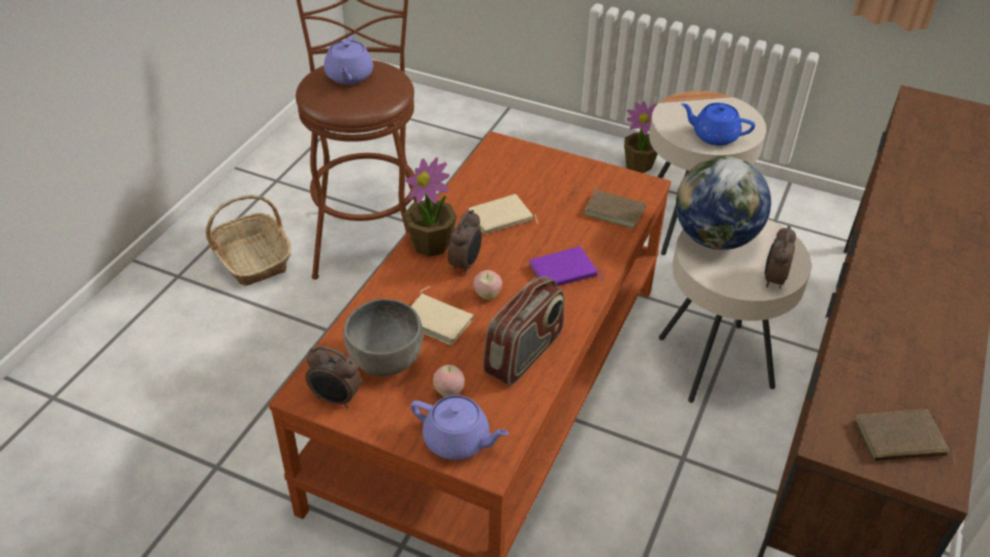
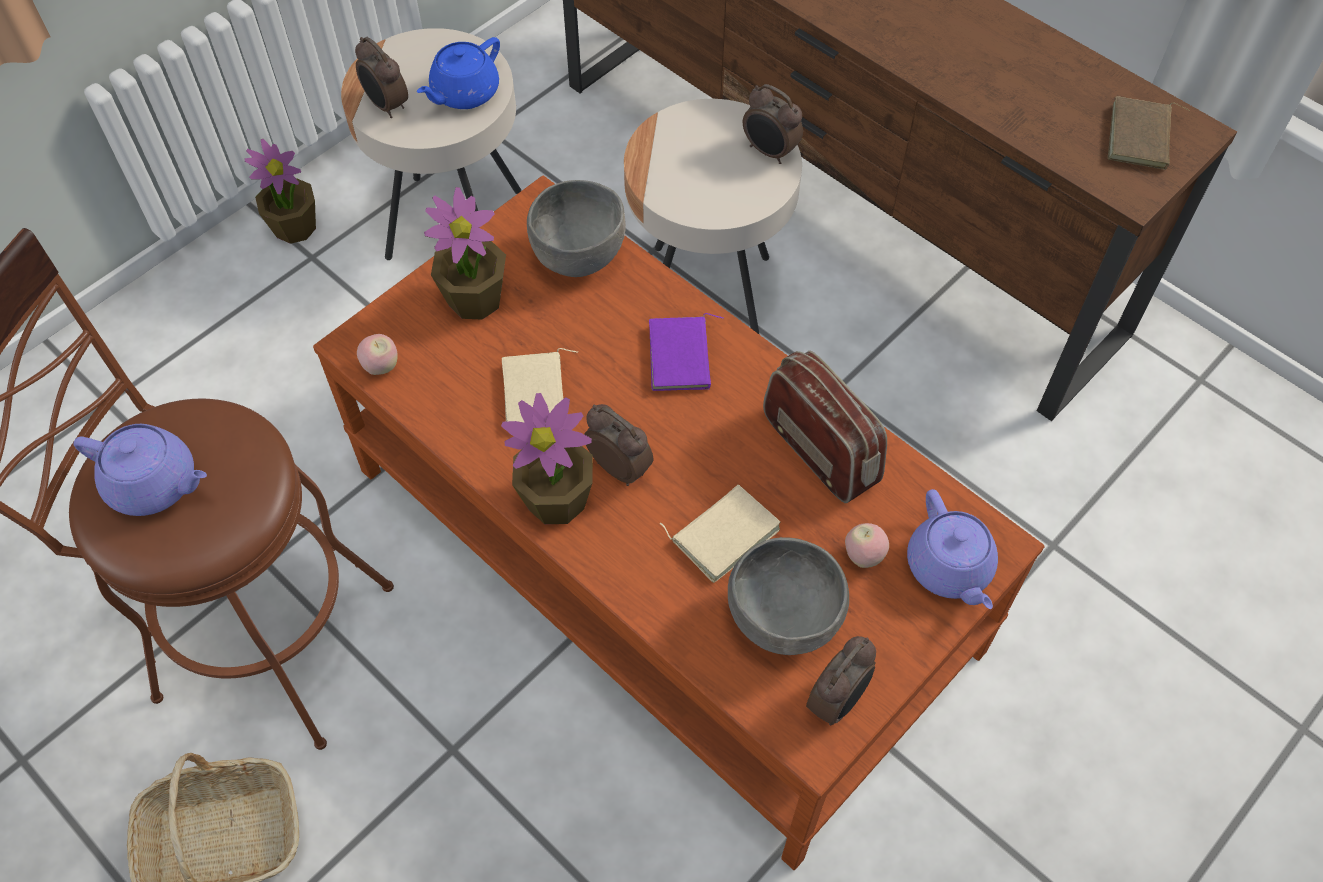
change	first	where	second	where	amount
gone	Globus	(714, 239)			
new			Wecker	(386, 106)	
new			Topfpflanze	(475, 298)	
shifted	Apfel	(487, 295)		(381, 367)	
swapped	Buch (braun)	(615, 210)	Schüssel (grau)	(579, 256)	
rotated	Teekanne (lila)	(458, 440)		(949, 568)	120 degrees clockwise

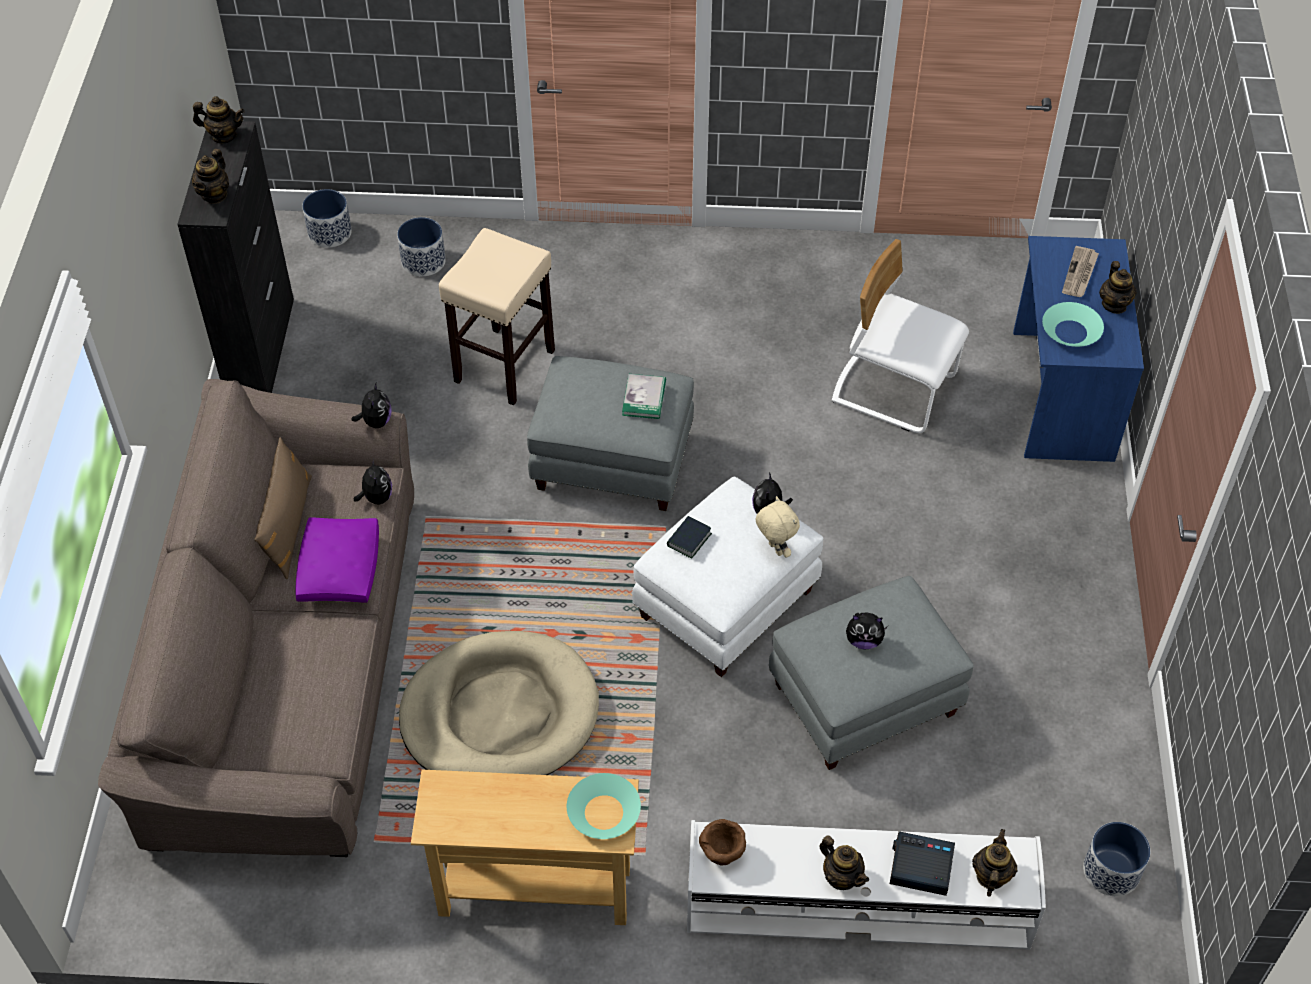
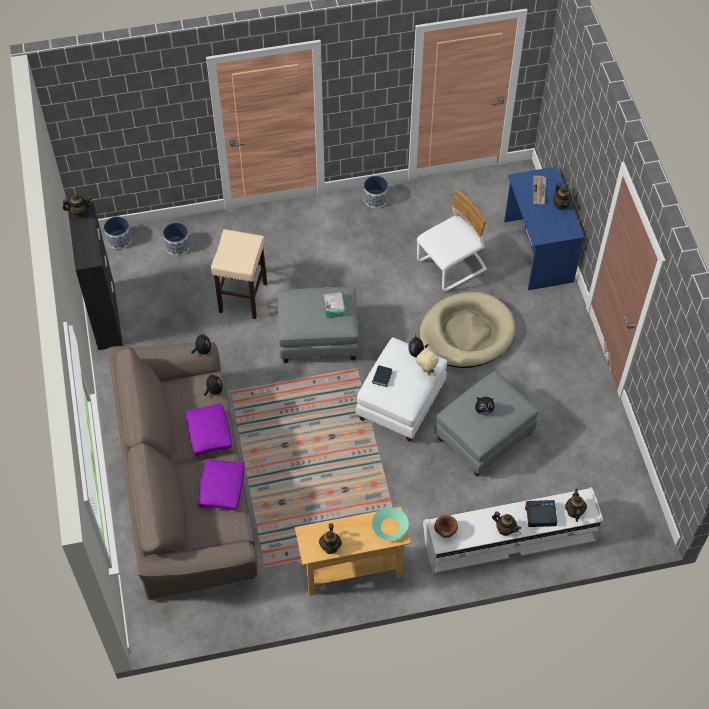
change	first	where	second	where	amount
gone	Kissen (braun)	(288, 526)			
gone	Schüssel (türkis)	(1071, 332)			
new			Kissen (lila)	(222, 487)	
shifted	Teekanne	(214, 195)		(330, 546)	
shifted	Hundebett (beige)	(500, 714)		(466, 333)	
shifted	Pflanzkübel	(1111, 871)		(375, 199)	
rotated	Stuhl (weiß)	(894, 389)		(452, 266)	135 degrees clockwise

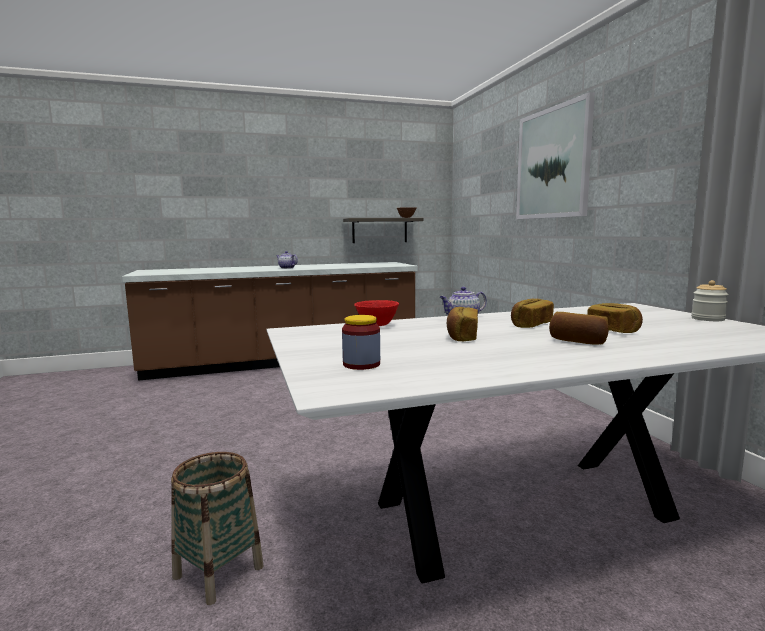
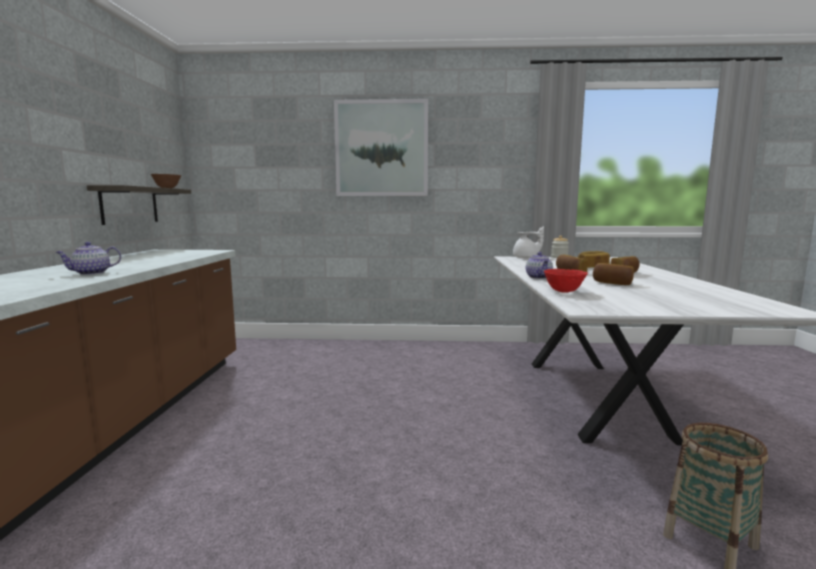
change	first	where	second	where	amount
gone	Vorratsglas	(361, 364)			
new			Teekanne (weiß)	(526, 257)	

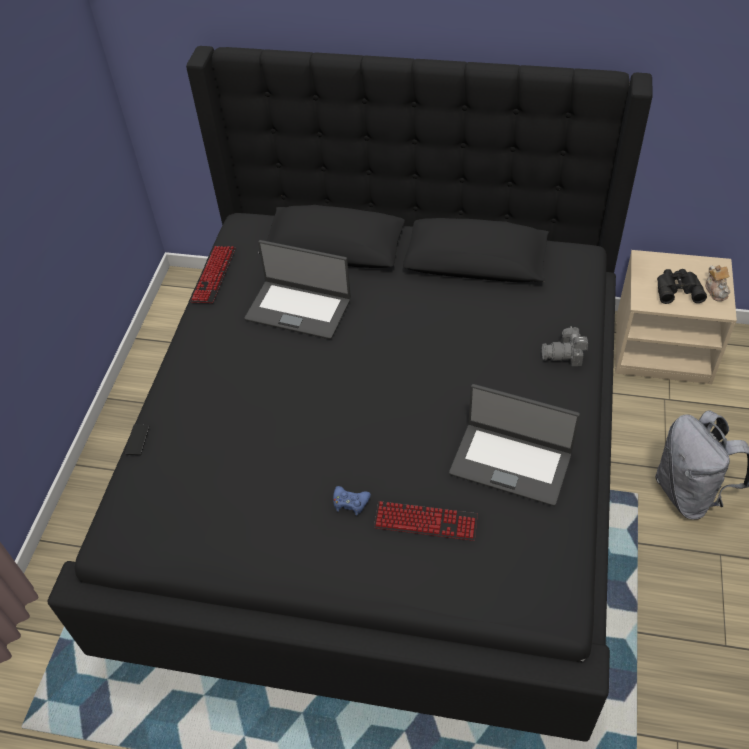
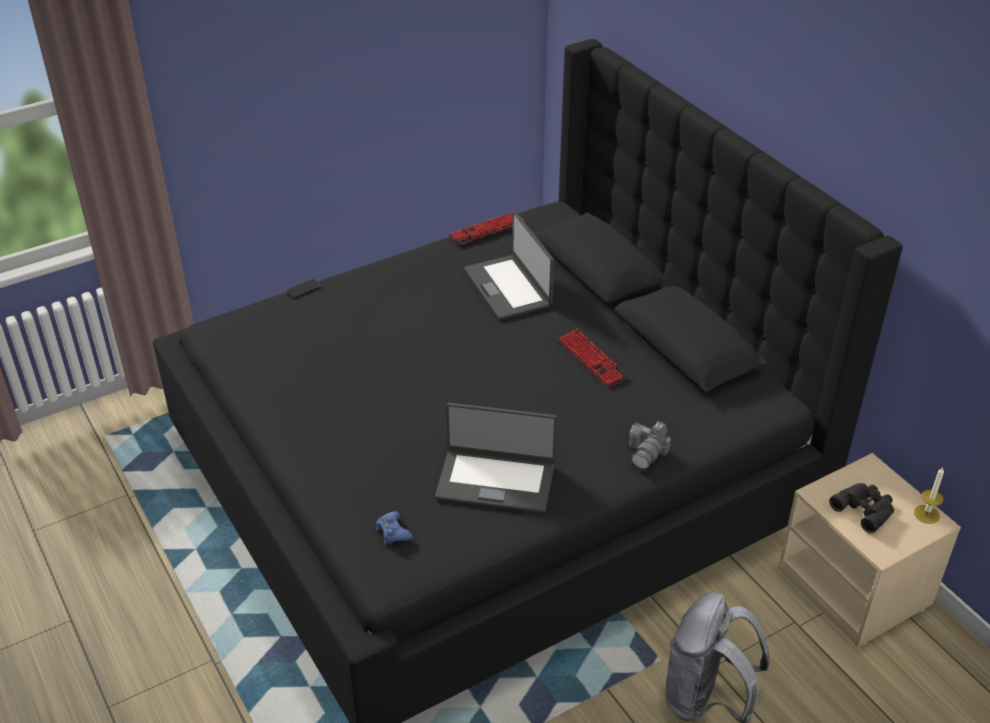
change	first	where	second	where	amount
gone	Teekanne	(716, 290)			
new			Kerze	(926, 514)	
shifted	Gamepad (blau)	(350, 502)		(393, 532)	
shifted	Tastatur	(425, 522)		(591, 359)	
rotated	Laptop	(511, 462)		(496, 480)	60 degrees counterclockwise
rotated	Kamera	(565, 355)		(647, 452)	105 degrees counterclockwise

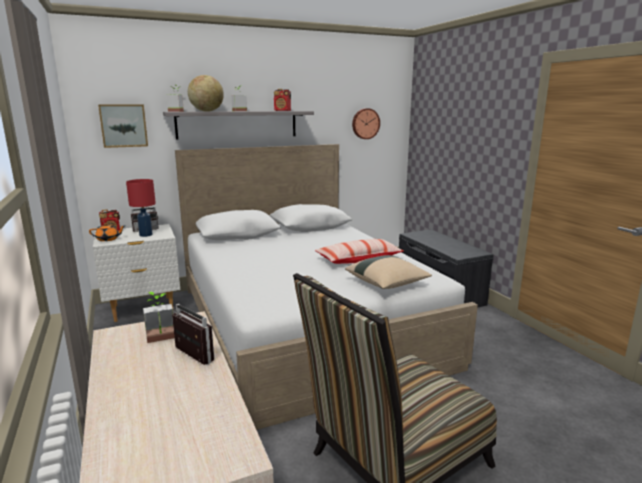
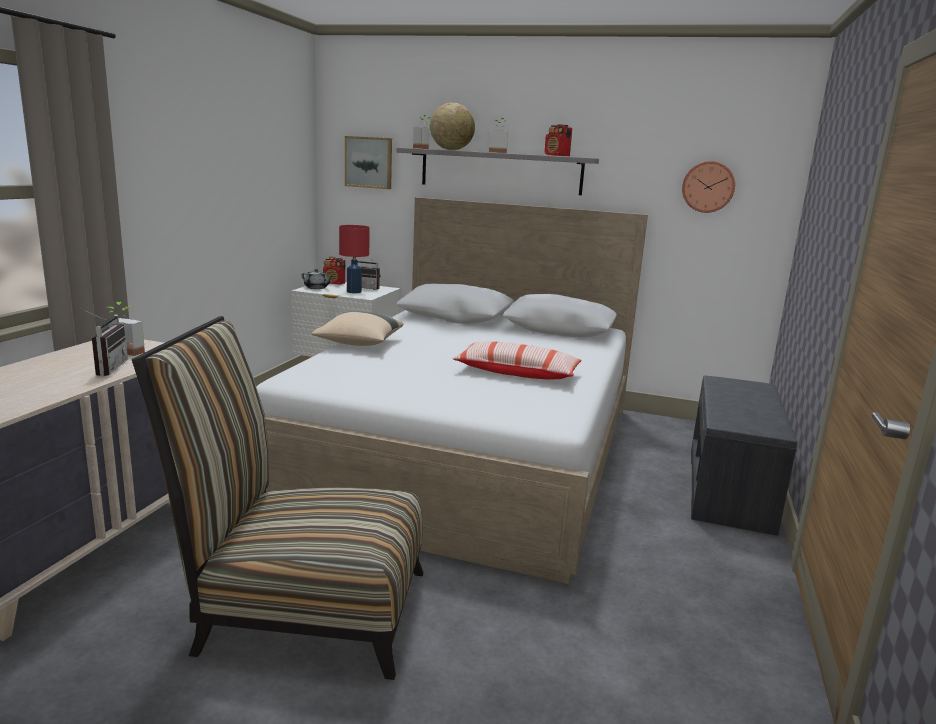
change	first	where	second	where	amount
shifted	Kissen (beige)	(387, 284)		(358, 343)	
repainted	Teekanne (orange)	(108, 239)	Teekanne (grau)	(316, 288)	

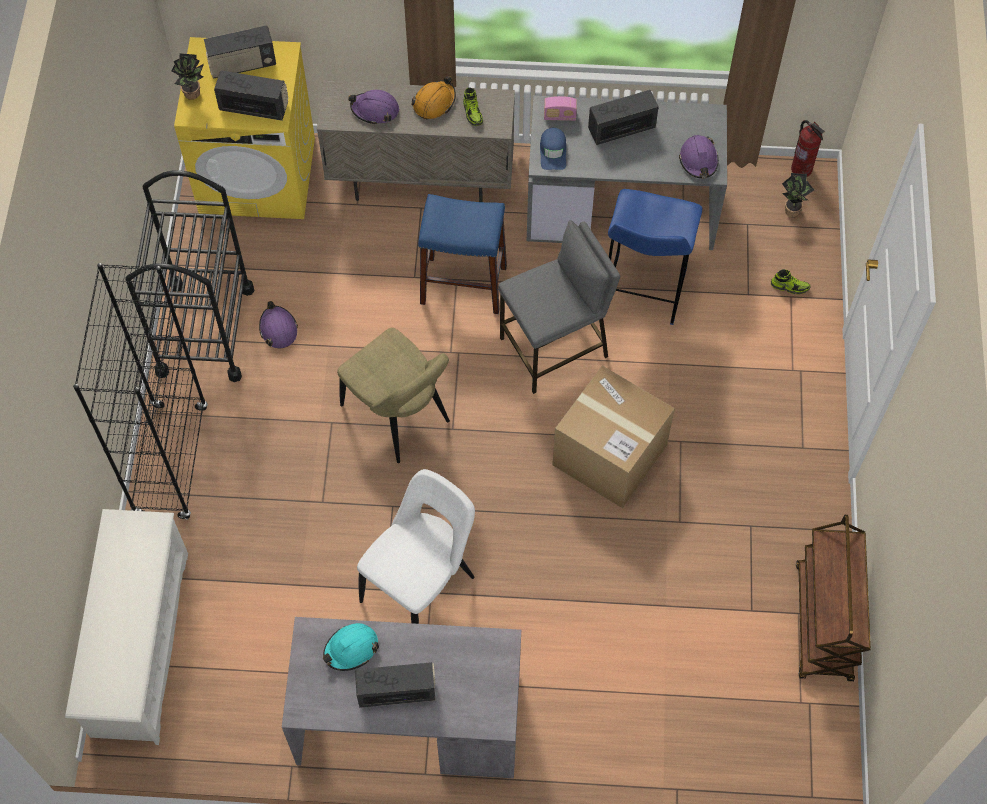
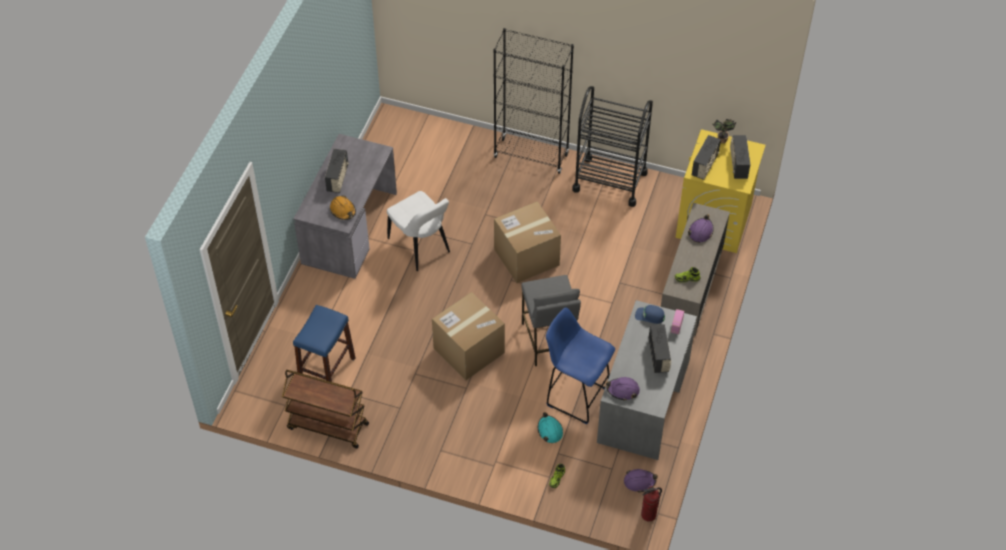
change	first	where	second	where	amount
gone	Schuhregal (weiß)	(139, 644)			
gone	Topfpflanze	(791, 209)			
shifted	Schutzhelm (lila)	(278, 329)		(639, 482)	
shifted	Schutzhelm (türkis)	(351, 649)		(550, 431)	
shifted	Schutzhelm (orange)	(434, 102)		(343, 210)	
shifted	Hocker (blau)	(463, 285)		(327, 371)	
swapped	Stuhl (beige)	(399, 417)	Karton	(526, 257)	

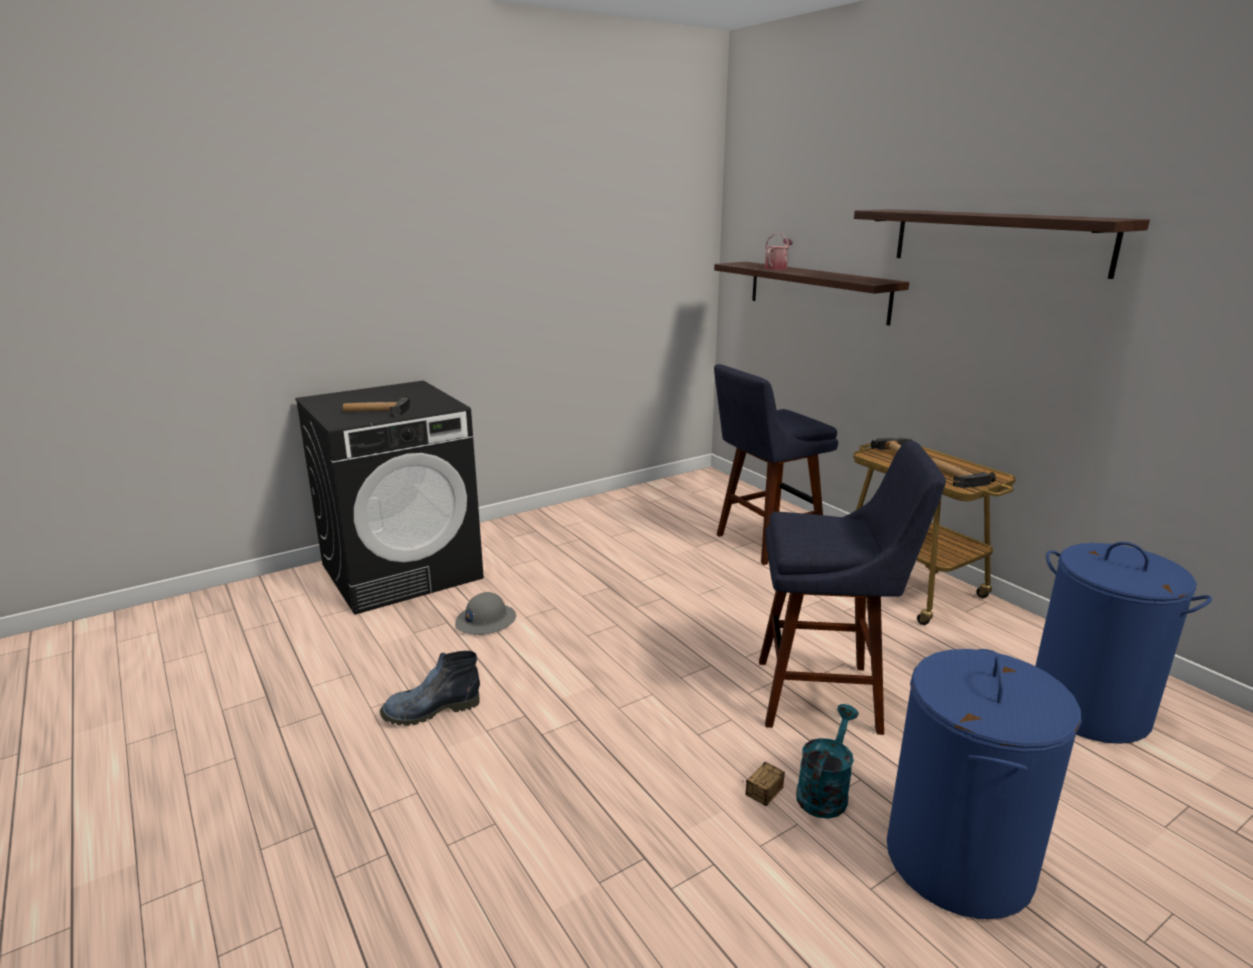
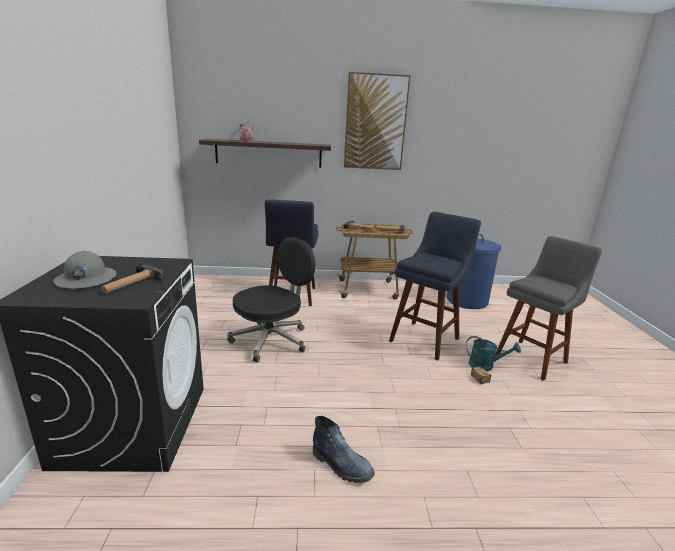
change	first	where	second	where	amount
new			Bürostuhl (schwarz)	(272, 340)	
shifted	Schutzhelm (grau)	(485, 621)		(86, 279)	
swapped	Wandregal	(997, 240)	Bild	(375, 123)	
swapped	Wäschekorb (blau)	(959, 861)	Hocker (grau)	(533, 358)	
rotated	Stiefel	(430, 711)		(342, 465)	60 degrees counterclockwise
rotated	Gießkanne (türkis)	(824, 791)		(485, 365)	135 degrees clockwise

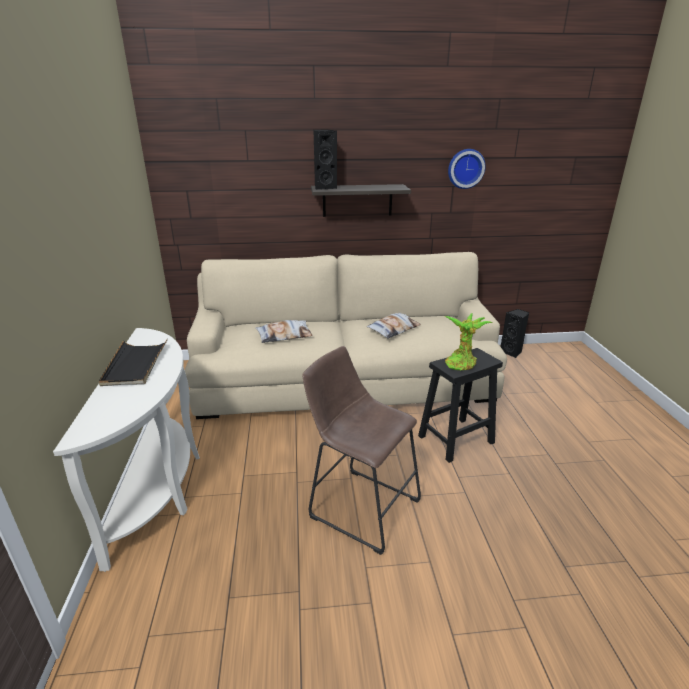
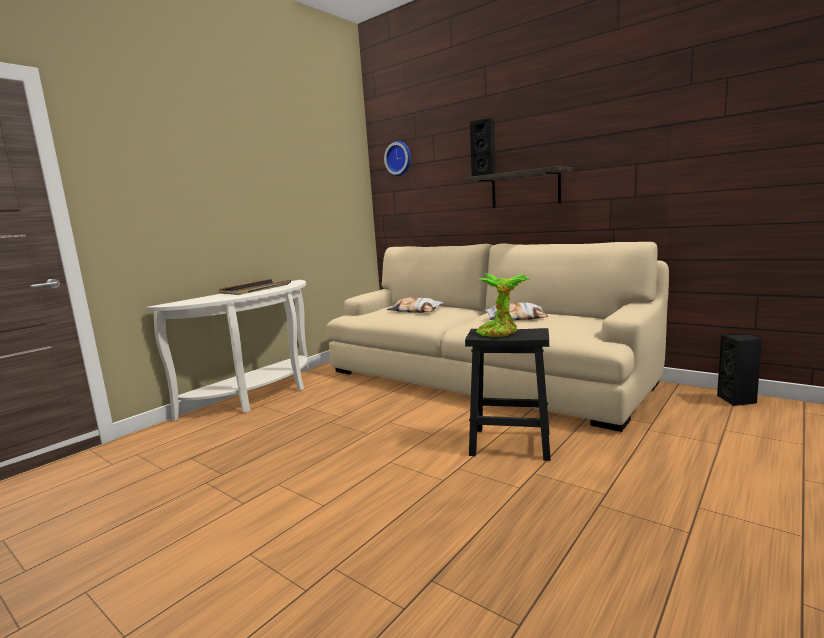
change	first	where	second	where	amount
gone	Hocker (braun)	(360, 505)			
shifted	Wanduhr	(465, 168)		(399, 158)	

